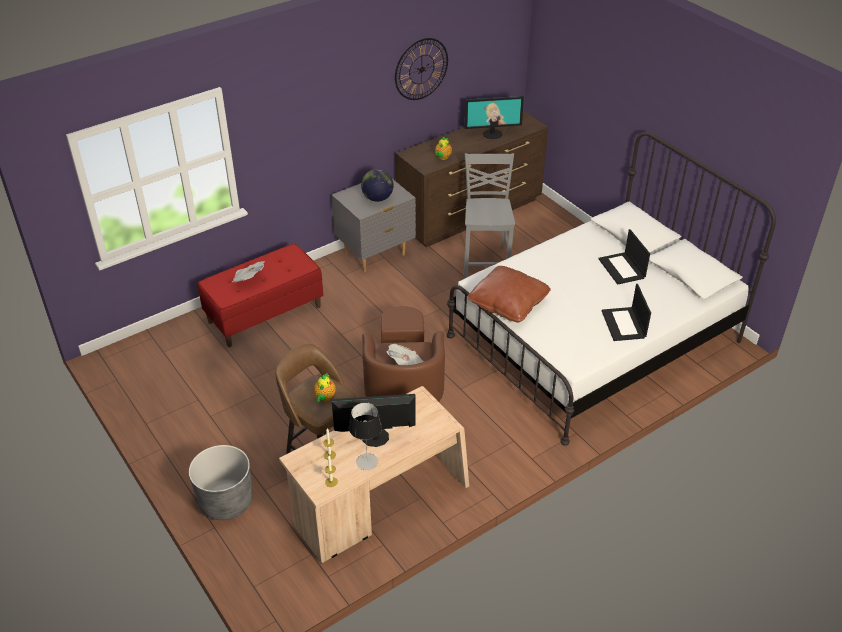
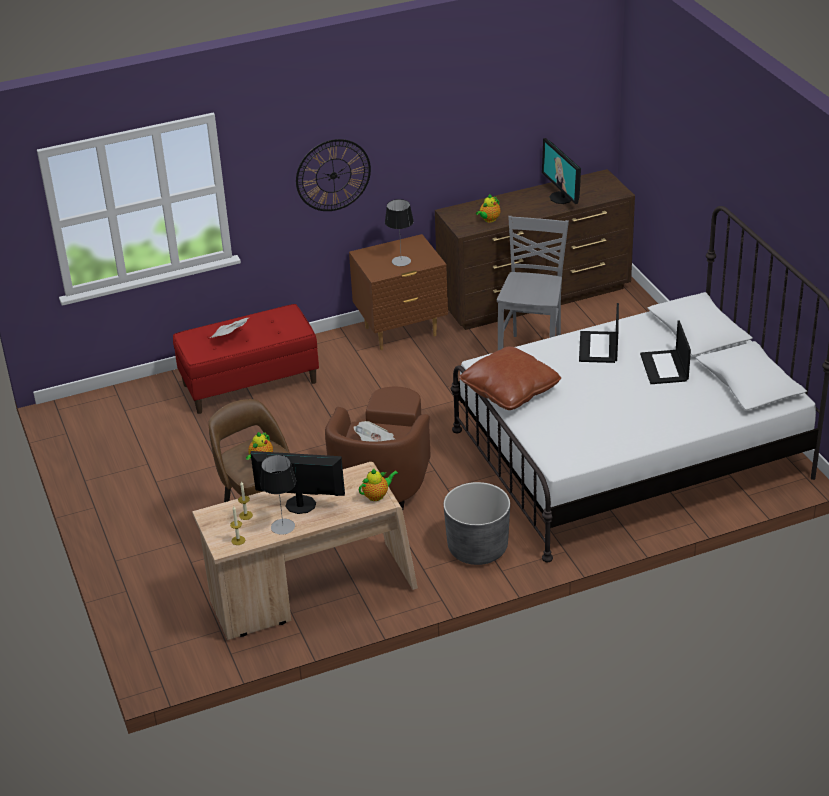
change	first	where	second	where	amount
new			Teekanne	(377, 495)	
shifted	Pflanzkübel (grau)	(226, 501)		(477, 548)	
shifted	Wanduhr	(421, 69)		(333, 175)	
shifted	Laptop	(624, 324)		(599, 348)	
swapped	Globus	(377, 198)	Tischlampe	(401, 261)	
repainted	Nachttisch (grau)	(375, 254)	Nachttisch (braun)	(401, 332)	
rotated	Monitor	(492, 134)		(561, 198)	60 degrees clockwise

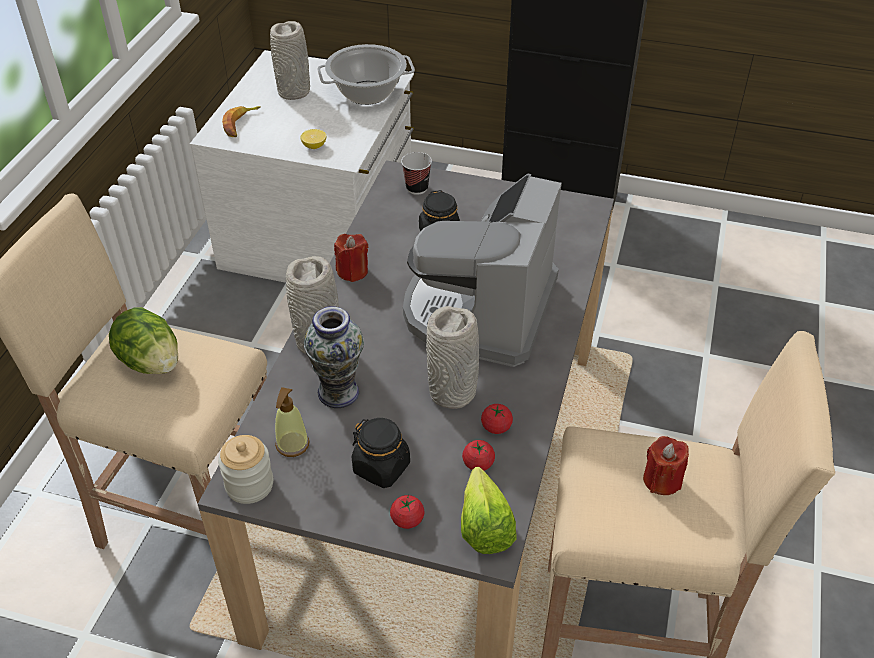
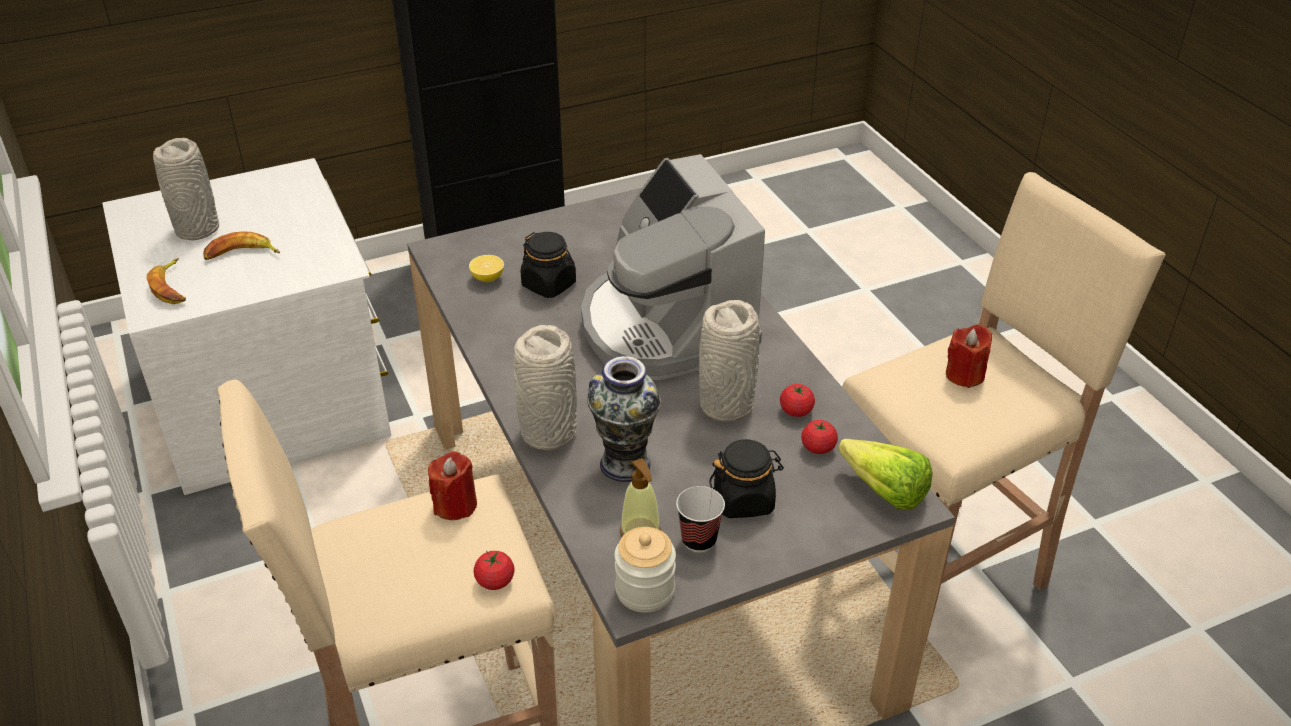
change	first	where	second	where	amount
gone	Salatkopf	(151, 362)			
gone	Kochtopf	(367, 93)			
new			Banane	(241, 254)	
shifted	Zitrone	(314, 146)		(487, 278)	
shifted	Kerze (rot)	(352, 271)		(455, 505)	
shifted	Tomate	(407, 520)		(495, 581)	
shifted	Tasse	(417, 188)		(699, 540)	

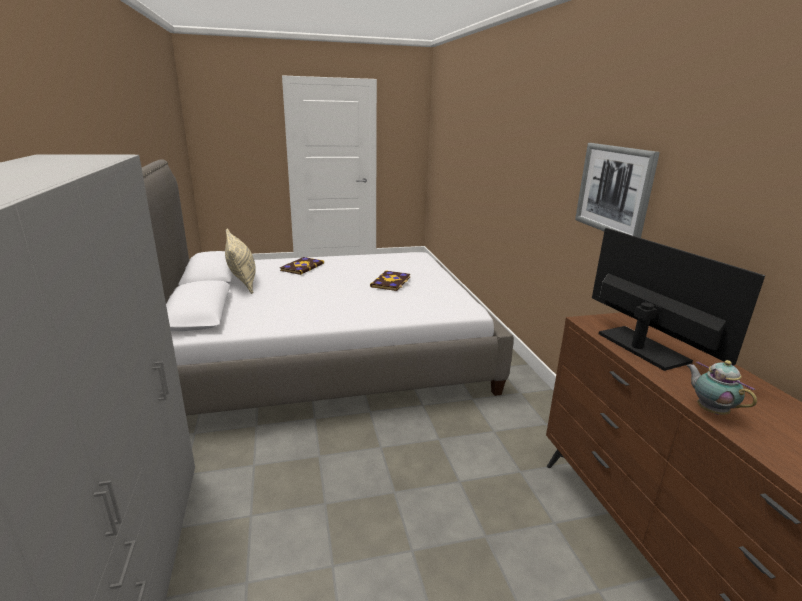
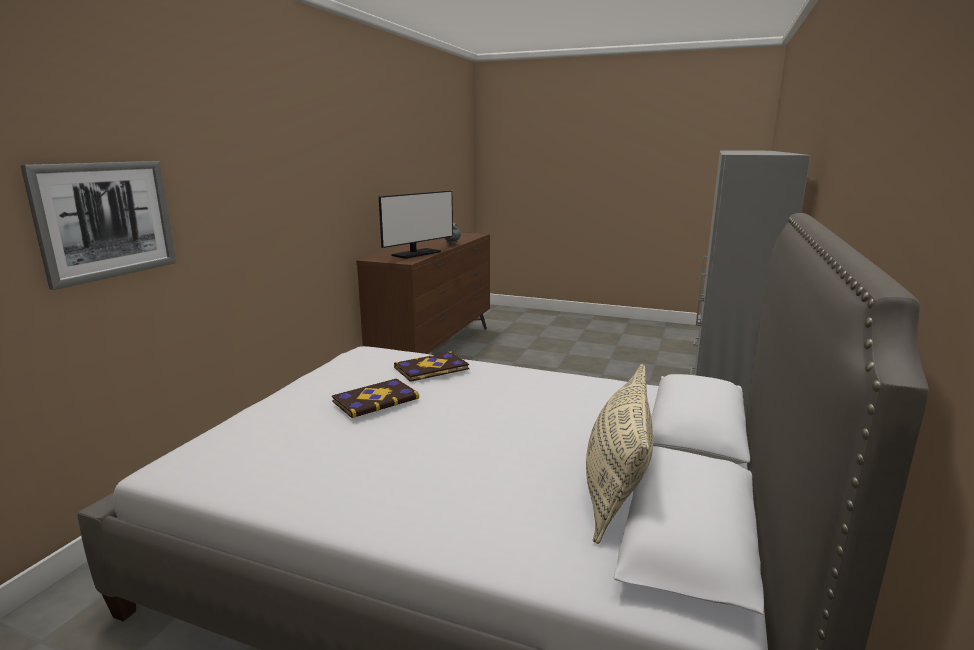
change	first	where	second	where	amount
shifted	Buch	(302, 267)		(432, 369)	
shifted	Bild	(614, 190)		(106, 220)	
rotated	Monitor	(642, 348)		(416, 254)	150 degrees counterclockwise

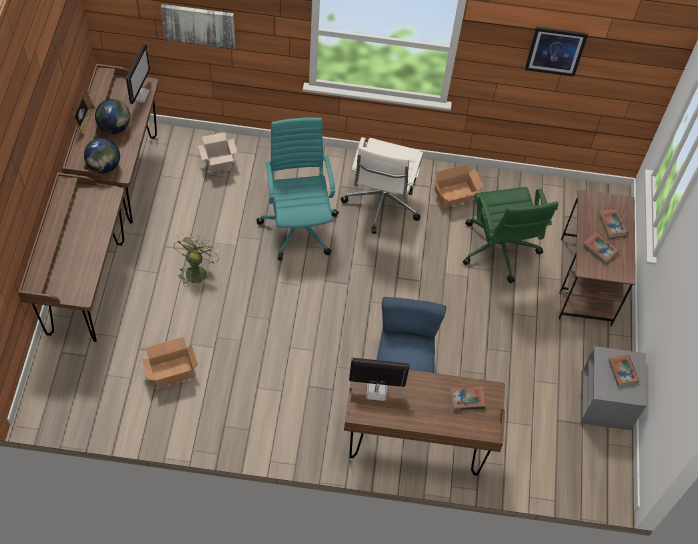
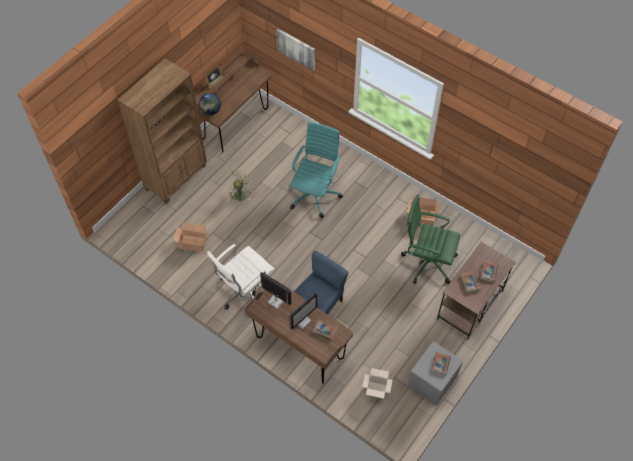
change	first	where	second	where	amount
gone	Globus	(115, 127)			
gone	Bild	(555, 51)			
shifted	Monitor	(139, 94)		(302, 320)	
shifted	Karton	(219, 162)		(377, 389)	
shifted	Bürostuhl (weiß)	(381, 203)		(245, 291)	
swapped	Schreibtisch (braun)	(86, 288)	Bücherregal (braun)	(176, 177)	
rotated	Bürostuhl (grün)	(499, 250)		(427, 261)	90 degrees clockwise

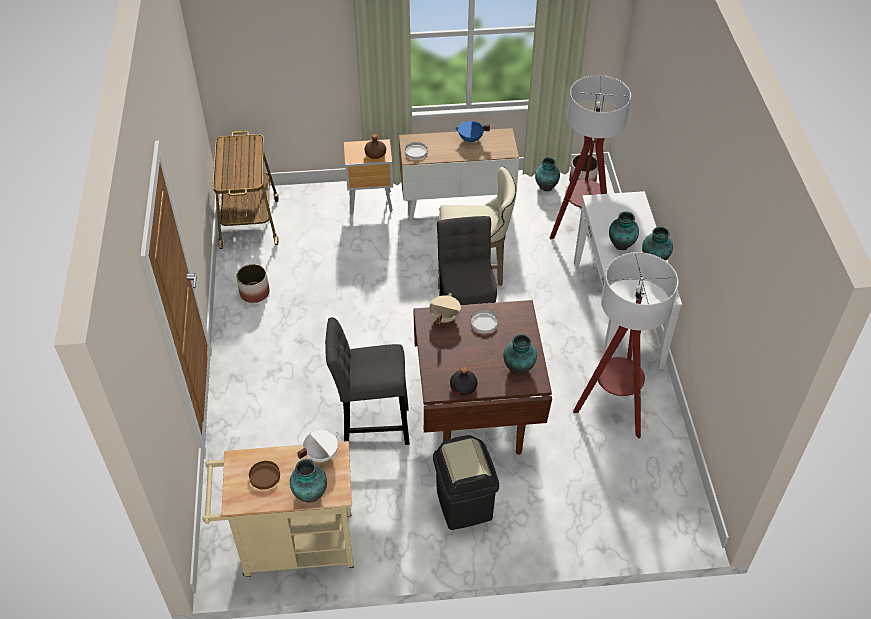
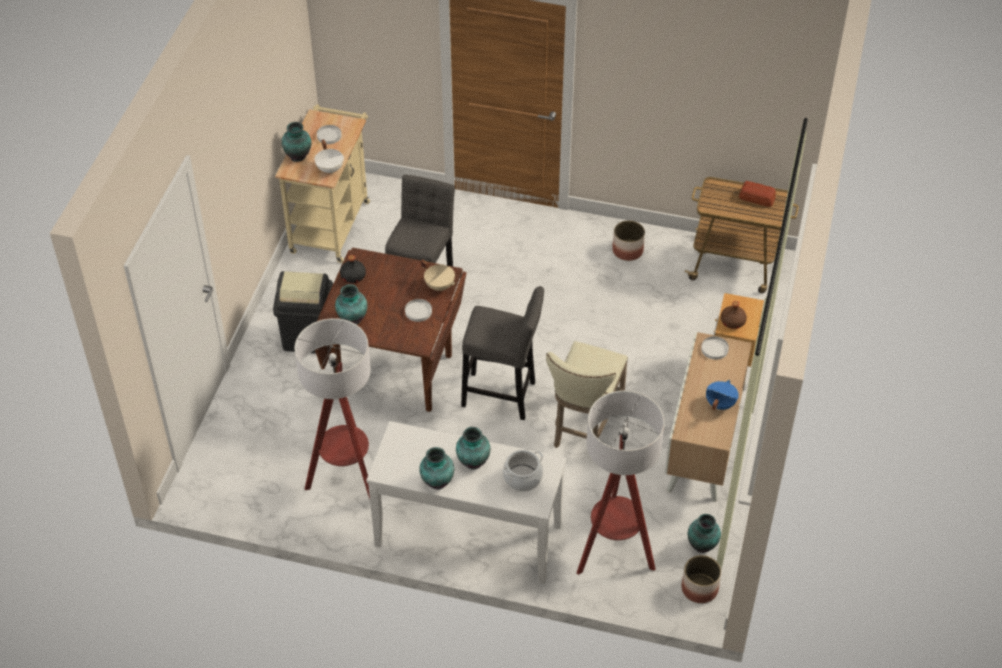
change	first	where	second	where	amount
new			Kochtopf	(522, 478)	
new			Brot	(756, 197)	
repainted	Teller (braun)	(265, 476)	Teller (weiß)	(329, 136)	

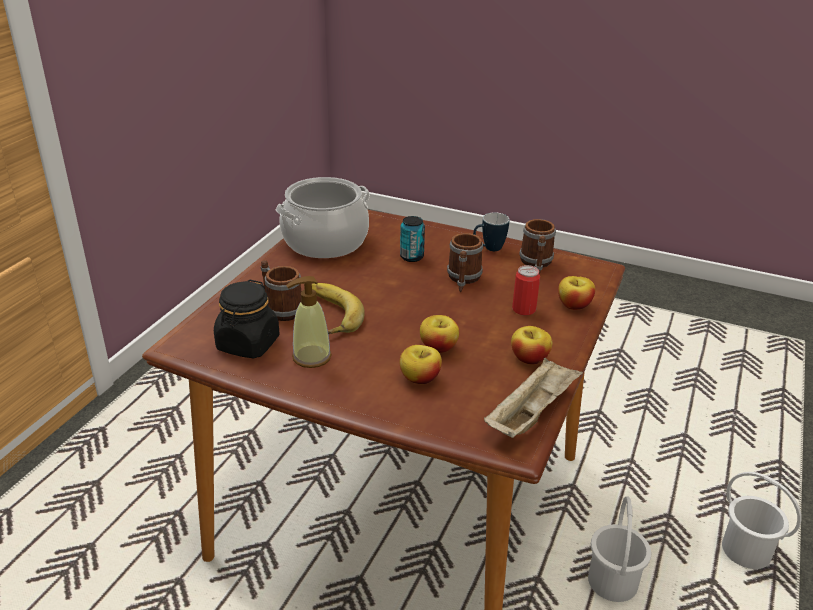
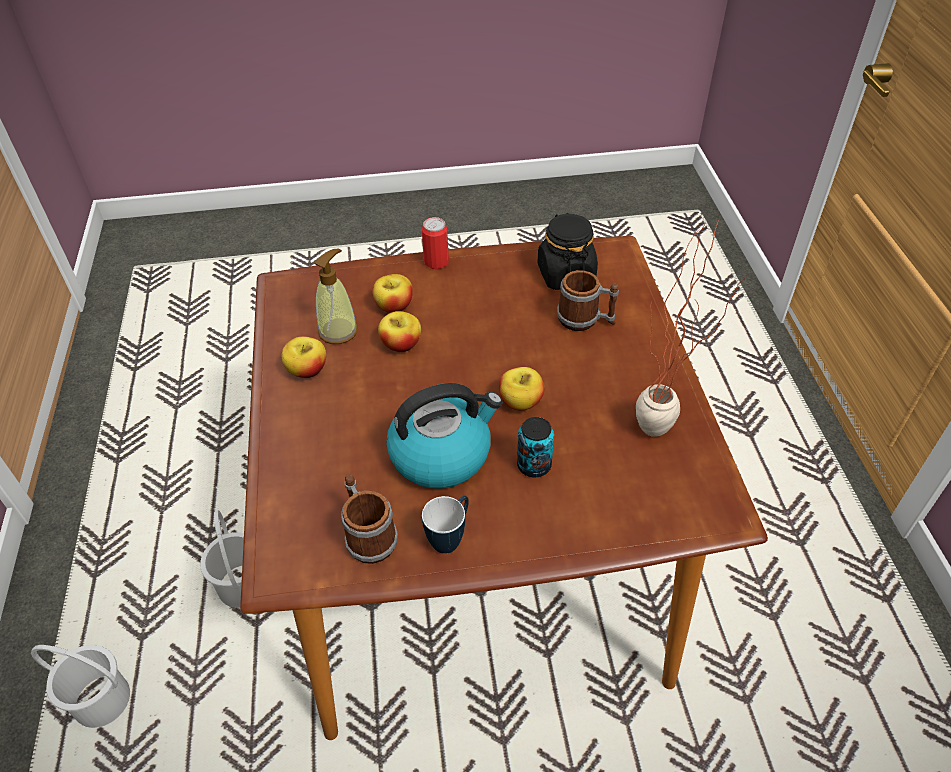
change	first	where	second	where	amount
gone	Banane	(329, 314)			
gone	Tablett (beige)	(531, 413)			
shifted	Seifenspender	(311, 357)		(338, 331)	
shifted	Dose	(524, 309)		(436, 262)	
shifted	Apfel	(574, 305)		(520, 402)	
swapped	Kochtopf	(325, 242)	Topfpflanze	(660, 439)	
swapped	Henkelbecher	(463, 280)	Wasserkessel	(442, 454)	

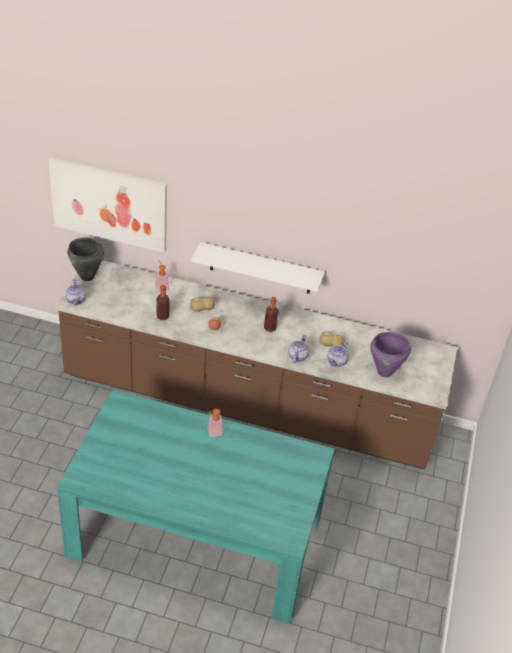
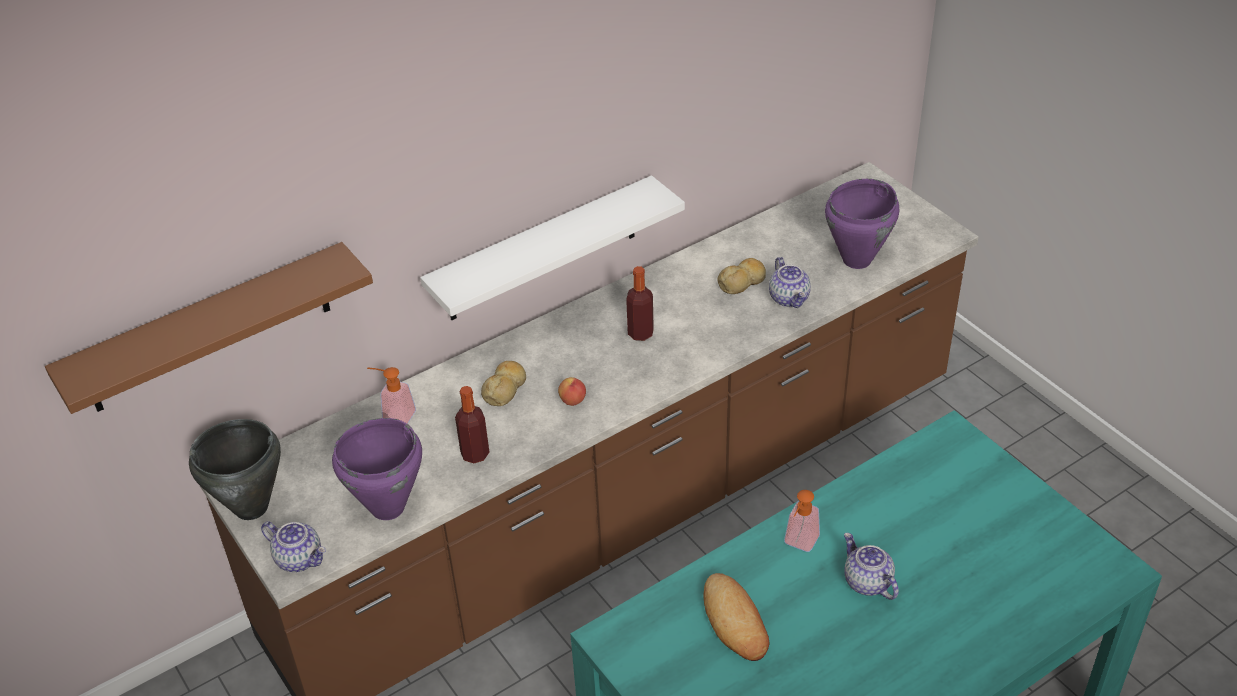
change	first	where	second	where	amount
new			Kochtopf (lila)	(387, 507)	
new			Brot	(735, 621)	
shifted	Teekanne	(297, 356)		(866, 582)	
swapped	Bild	(109, 204)	Wandregal (braun)	(208, 329)	

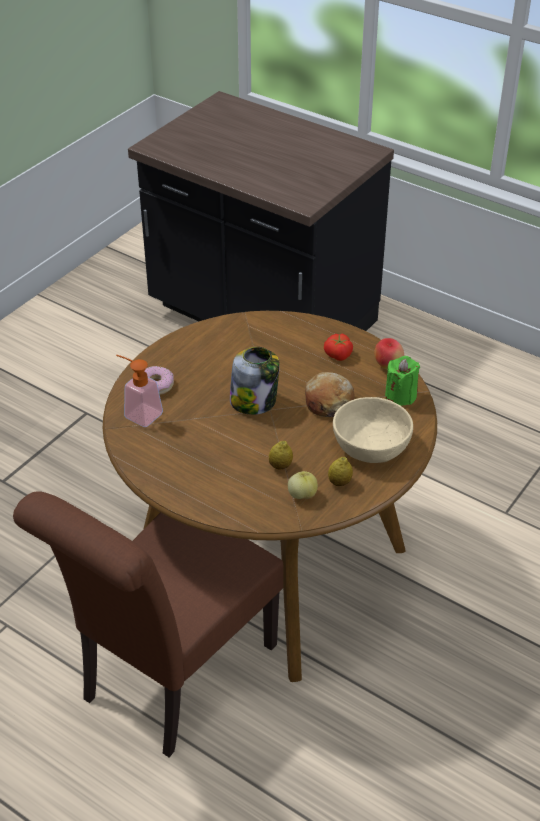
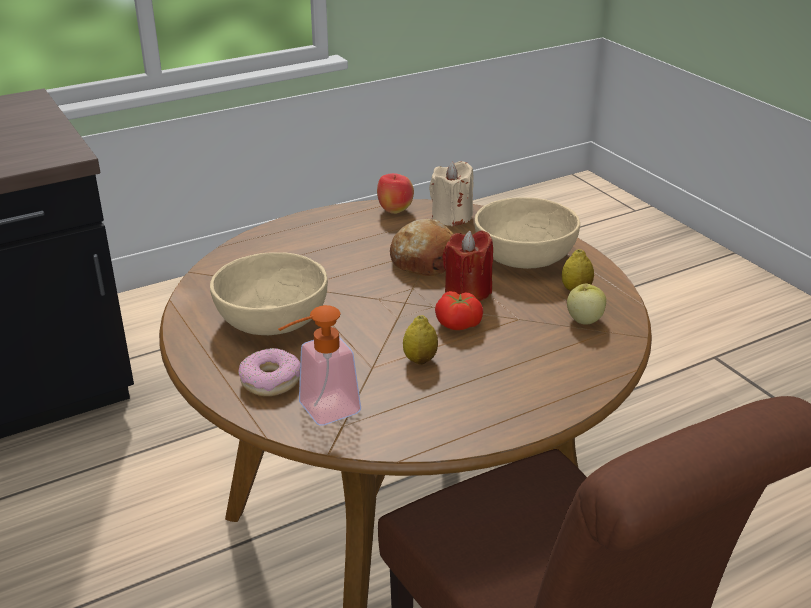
change	first	where	second	where	amount
gone	Vorratsglas	(254, 401)			
new			Schüssel (beige)	(271, 318)	
new			Kerze (rot)	(467, 292)	
shifted	Zitrone	(280, 466)		(420, 360)	
shifted	Tomate	(338, 355)		(458, 324)	
repainted	Kerze (grün)	(400, 395)	Kerze (beige)	(451, 217)	

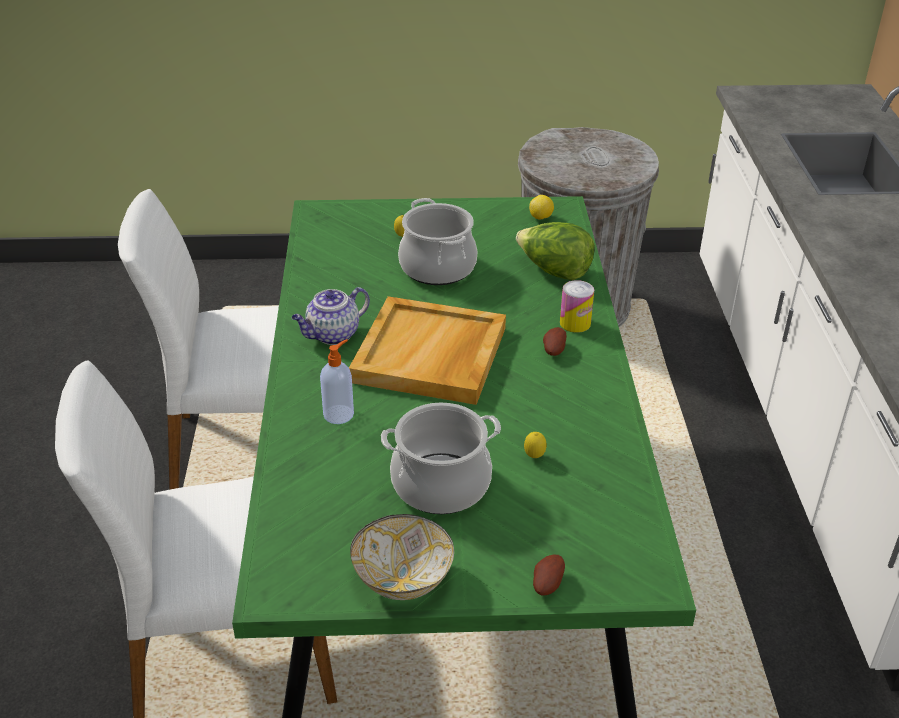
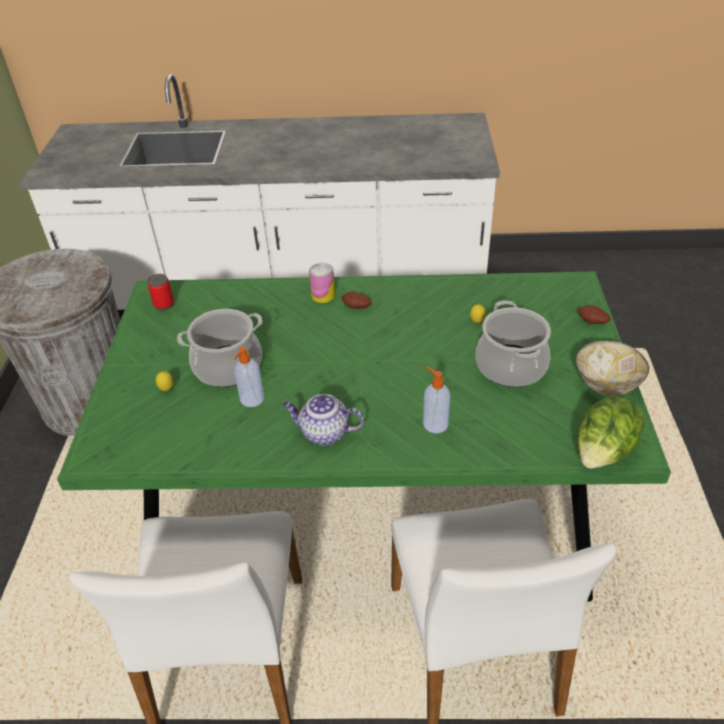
change	first	where	second	where	amount
gone	Tablett (beige)	(430, 355)			
new			Seifenspender	(251, 399)	
shifted	Salatkopf	(554, 272)		(602, 453)	
swapped	Zitrone	(541, 217)	Dose	(164, 304)	
rotated	Teekanne	(332, 335)		(323, 433)	135 degrees clockwise

